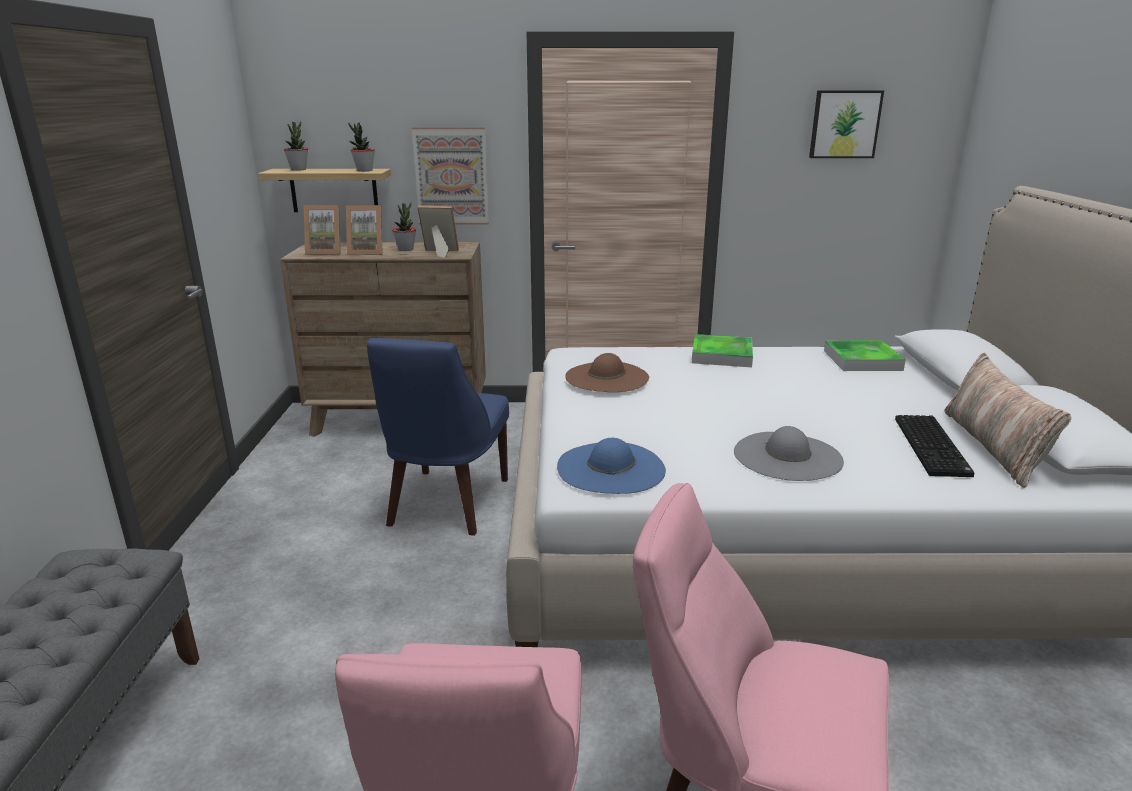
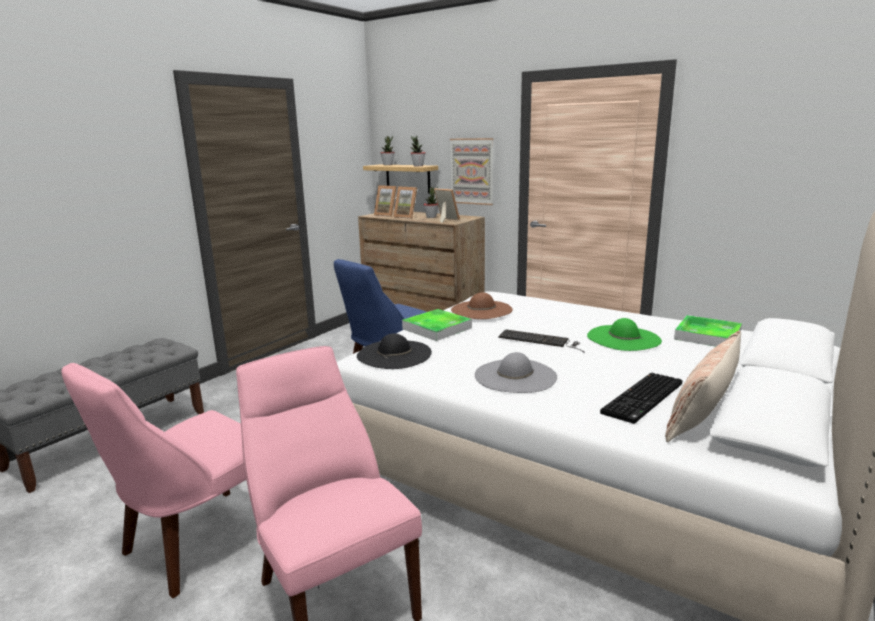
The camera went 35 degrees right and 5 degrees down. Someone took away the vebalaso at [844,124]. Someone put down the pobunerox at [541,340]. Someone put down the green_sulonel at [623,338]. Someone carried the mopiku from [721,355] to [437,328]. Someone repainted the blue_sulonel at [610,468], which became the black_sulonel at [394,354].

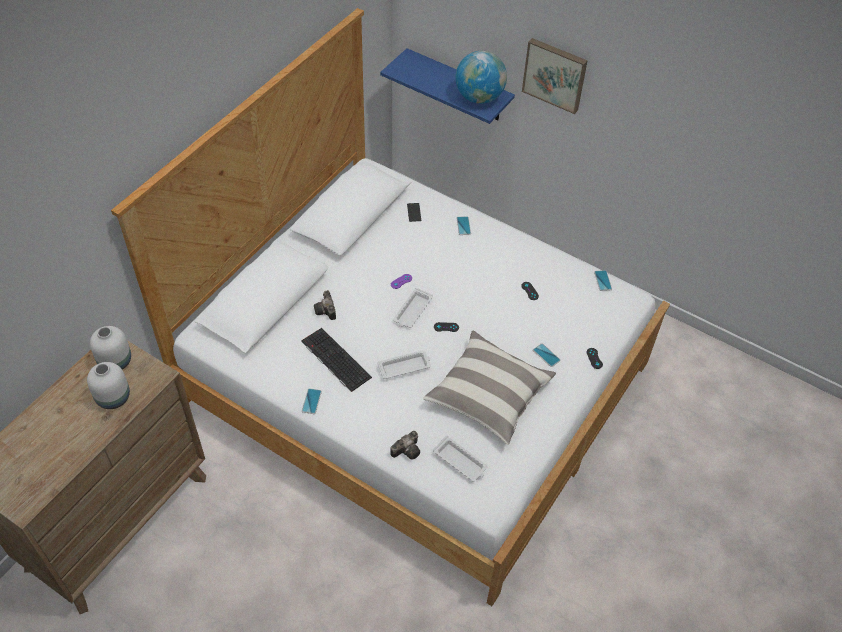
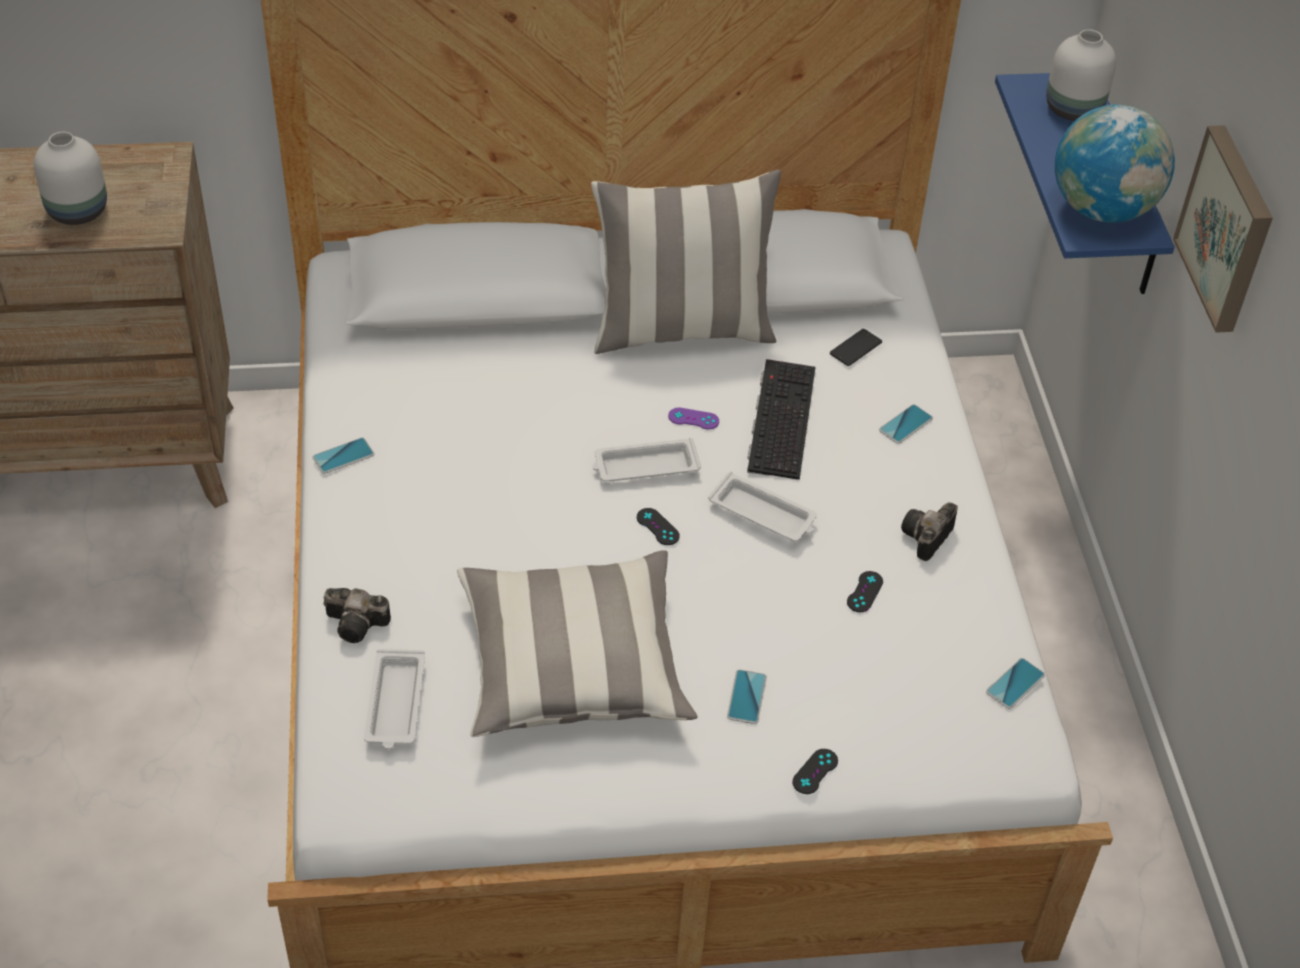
The camera went 50 degrees right and 5 degrees down. Someone put down the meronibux at [682,329]. Someone carried the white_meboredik from [116,361] to [1075,110]. Someone carried the pobunerox from [334,359] to [779,417]. Someone carried the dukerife from [326,311] to [926,539]. Someone carried the white_mopiku from [405,366] to [763,514].

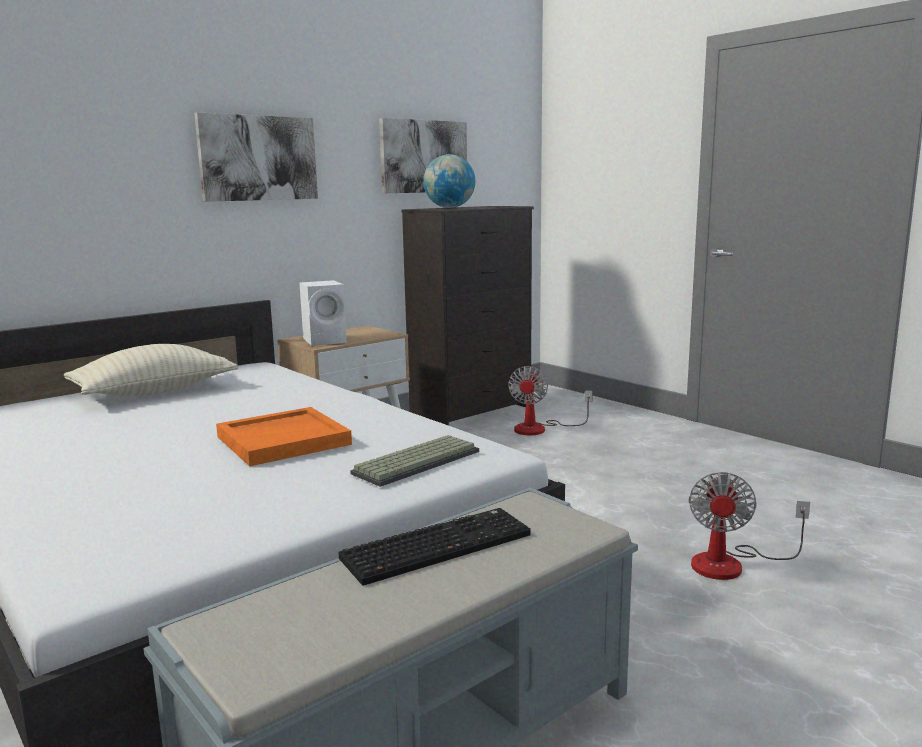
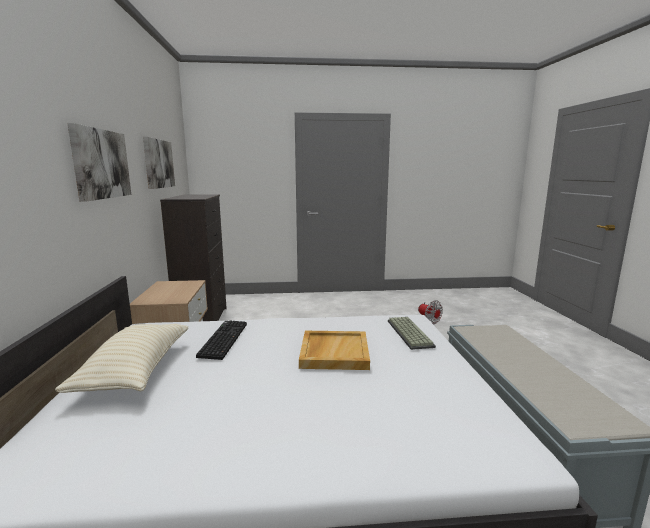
The camera went 55 degrees left and 0 degrees up. Someone took away the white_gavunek at [326,341]. Someone took away the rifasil at [449,208]. Someone took away the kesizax at [540,428]. Someone carried the pobunerox from [437,545] to [222,339]. Someone repainted the orange_mopiku at [284,440], which became the beige_mopiku at [334,352].

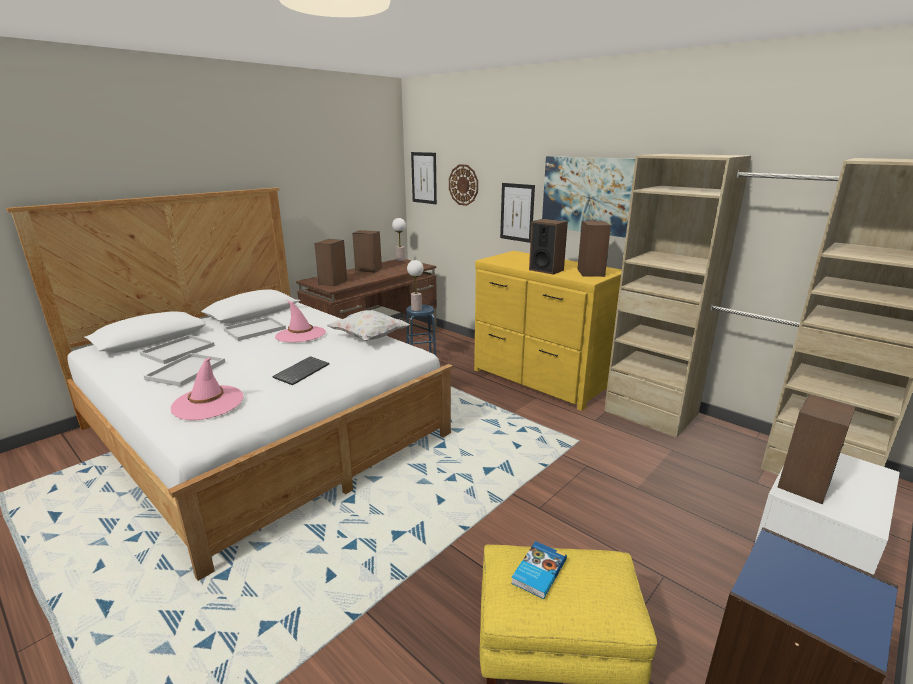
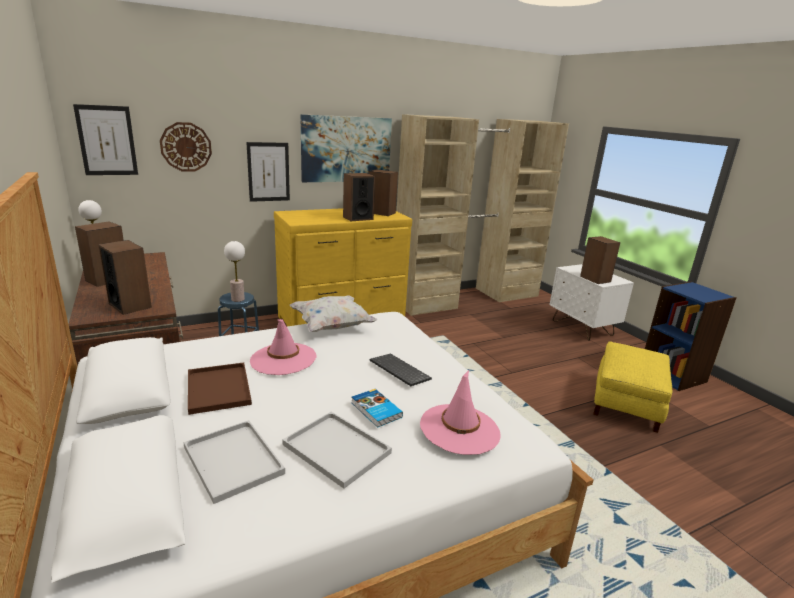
The camera went 70 degrees left and 0 degrees up. Someone carried the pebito from [538,571] to [375,410]. Someone repainted the white_mopiku at [254,330], which became the brown_mopiku at [219,389].

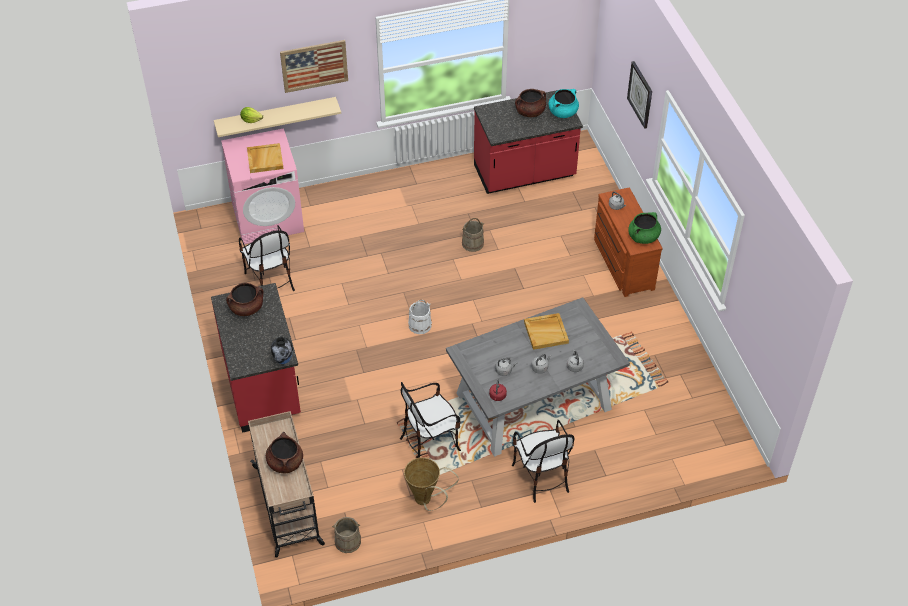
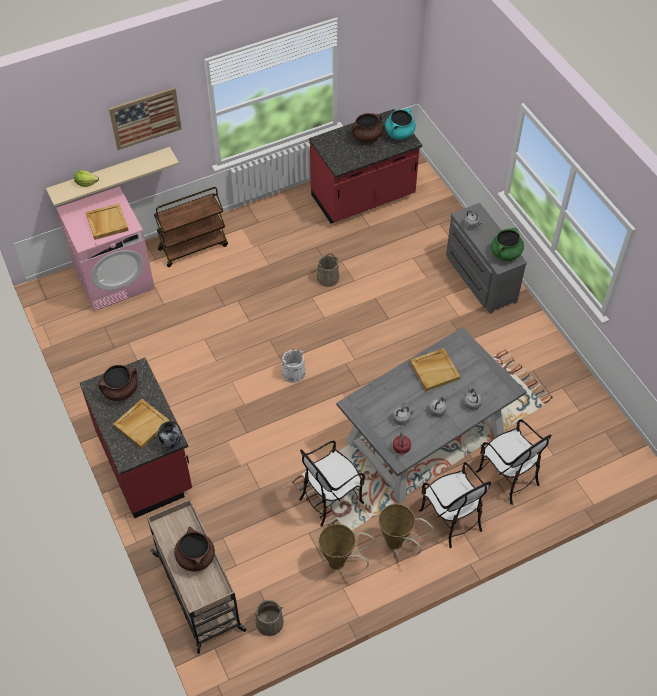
The camera went 10 degrees left and 5 degrees up. Someone took away the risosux at [640,94]. Someone put down the beige_mopiku at [142,424]. Someone put down the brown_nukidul at [193,247]. Someone put down the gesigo at [398,545]. Someone carried the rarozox from [270,280] to [507,476]. Someone repainted the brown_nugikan at [621,263], which became the grey_nugikan at [479,278].

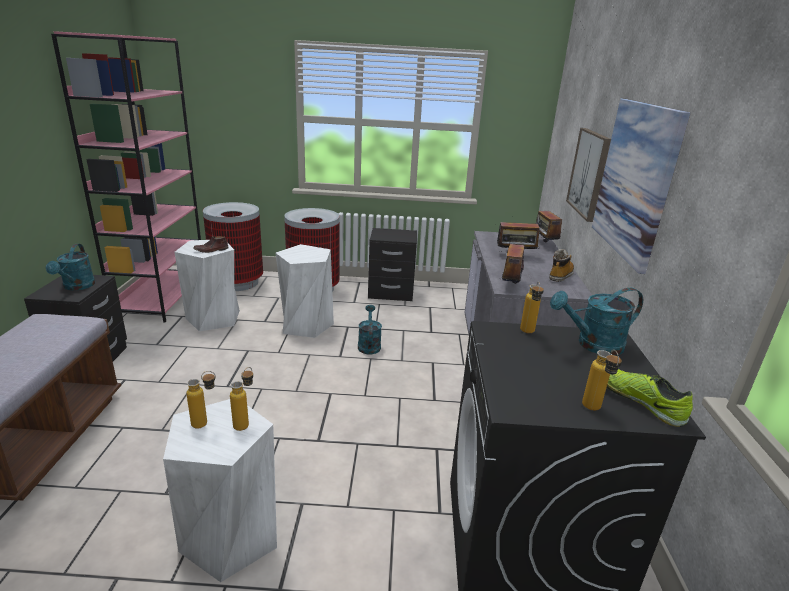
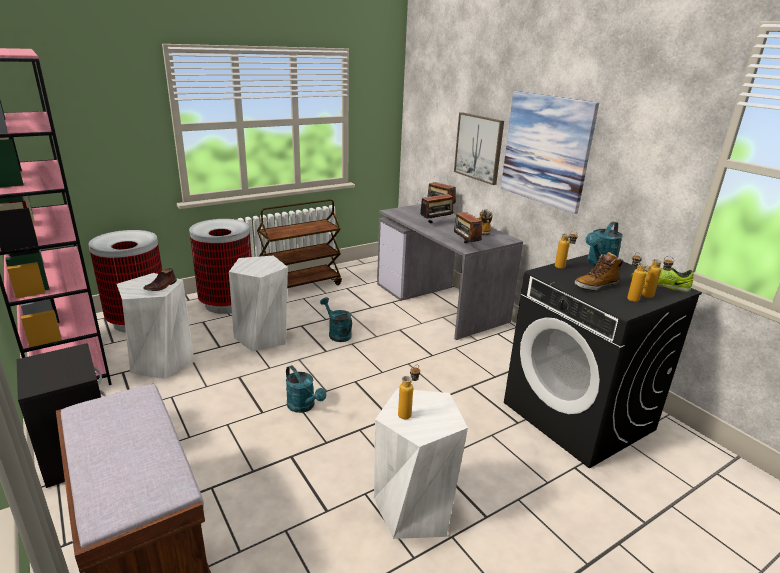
The camera went 35 degrees left and 0 degrees up. Someone put down the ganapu at [596,286]. Someone carried the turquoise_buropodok from [77,287] to [304,406]. Someone carried the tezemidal from [245,422] to [630,297]. Someone swapped the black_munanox at [390,292] for the brown_nukidul at [301,286].

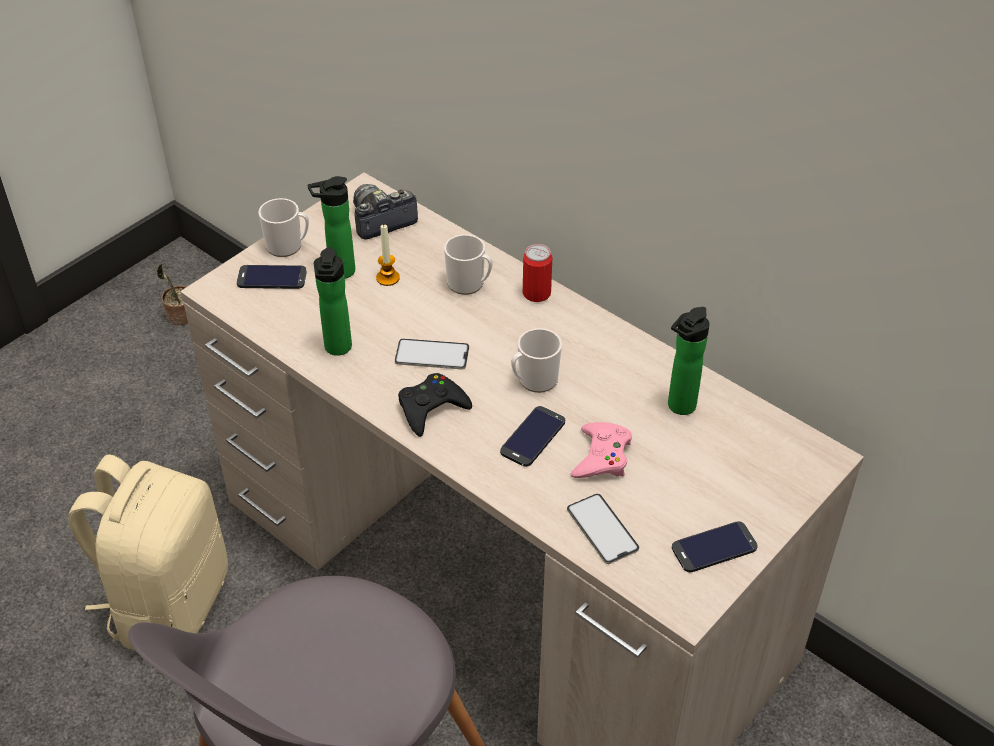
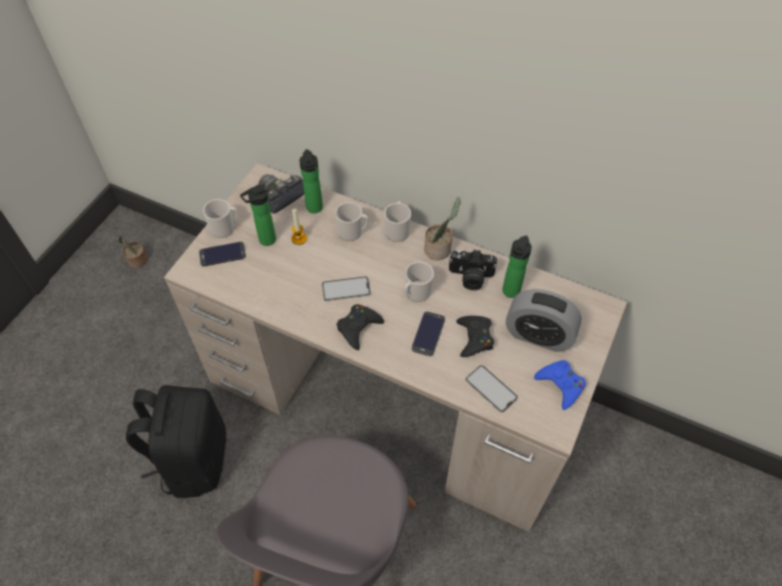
The camera went 15 degrees left and 10 degrees up. Someone put down the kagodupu at [439,249]. Someone put down the dukerife at [470,277]. Someone put down the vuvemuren at [538,335]. Someone carried the tezemidal from [337,349] to [315,209]. Someone swapped the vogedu at [536,293] for the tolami at [397,230]. Someone swapped the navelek at [714,547] for the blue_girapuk at [561,385]. Someone repainted the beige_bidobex at [168,602], which became the black_bidobex at [193,459]. Someone repainted the pink_girapuk at [601,456], which became the black_girapuk at [474,338].

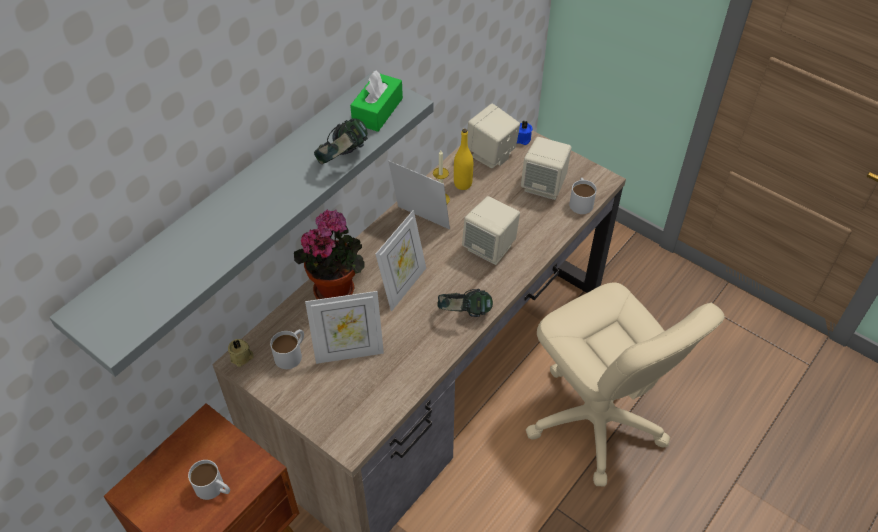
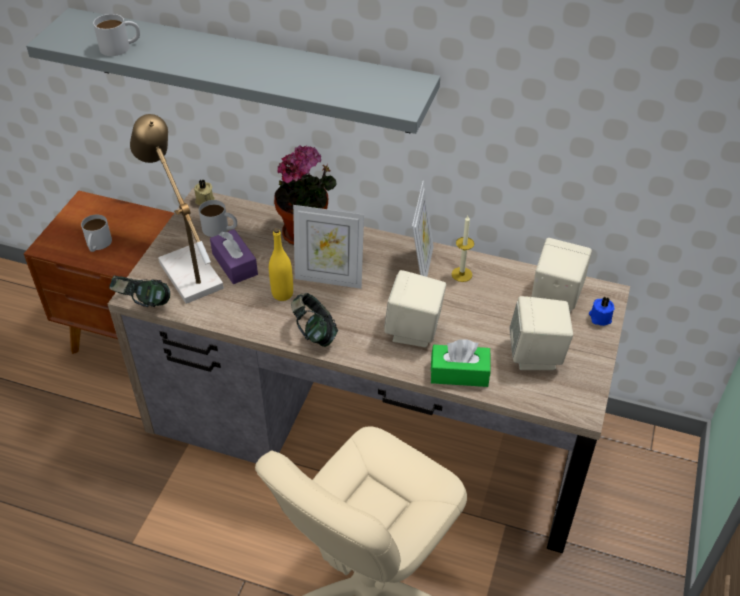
The camera went 70 degrees right and 5 degrees down. Someone put down the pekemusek at [185,270]. Someone carried the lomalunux from [343,158] to [142,303]. Someone carried the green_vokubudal from [377,111] to [459,373]. Someone carried the yellow_tezemidal from [463,184] to [282,294]. Someone carried the white_tolami from [580,201] to [121,47]. Someone swapped the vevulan at [349,352] for the purple_vokubudal at [235,264].

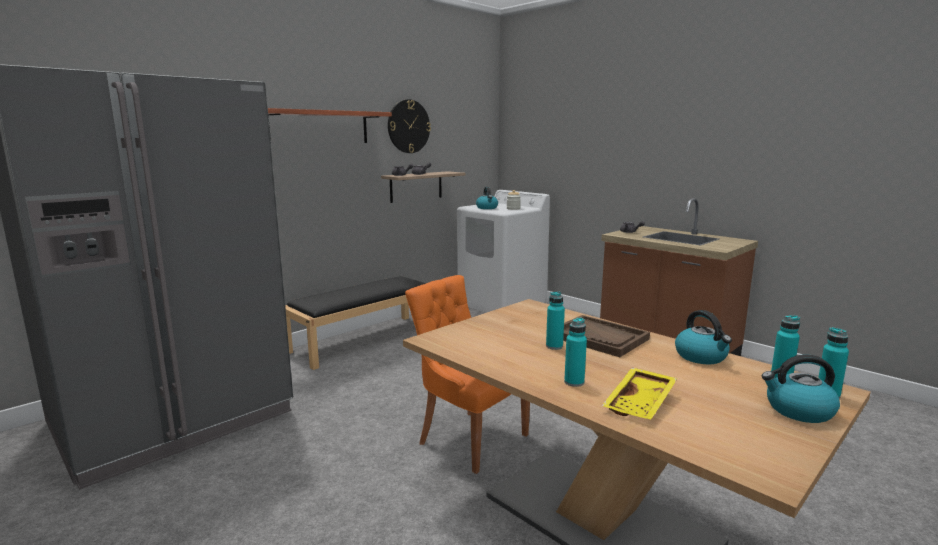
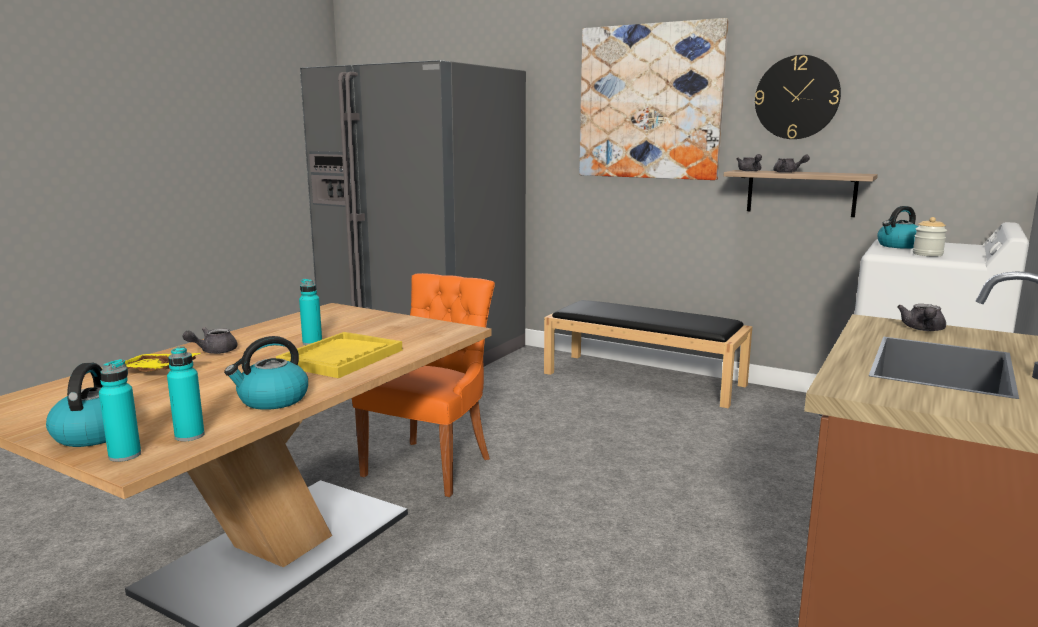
The camera went 75 degrees right and 0 degrees up. Someone swapped the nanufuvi at [319,127] for the vebalaso at [649,102]. Someone swapped the turquoise_tezemidal at [574,382] for the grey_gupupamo at [213,351]. Someone repainted the brown_mopiku at [599,338], which became the yellow_mopiku at [341,358].

